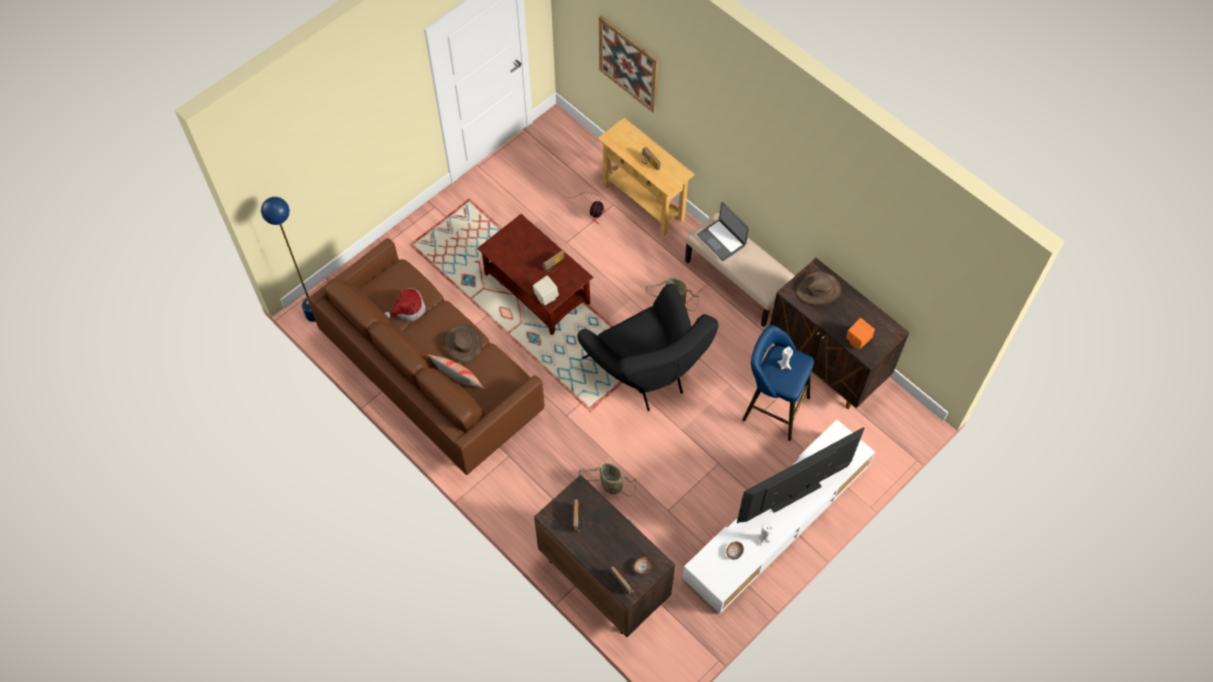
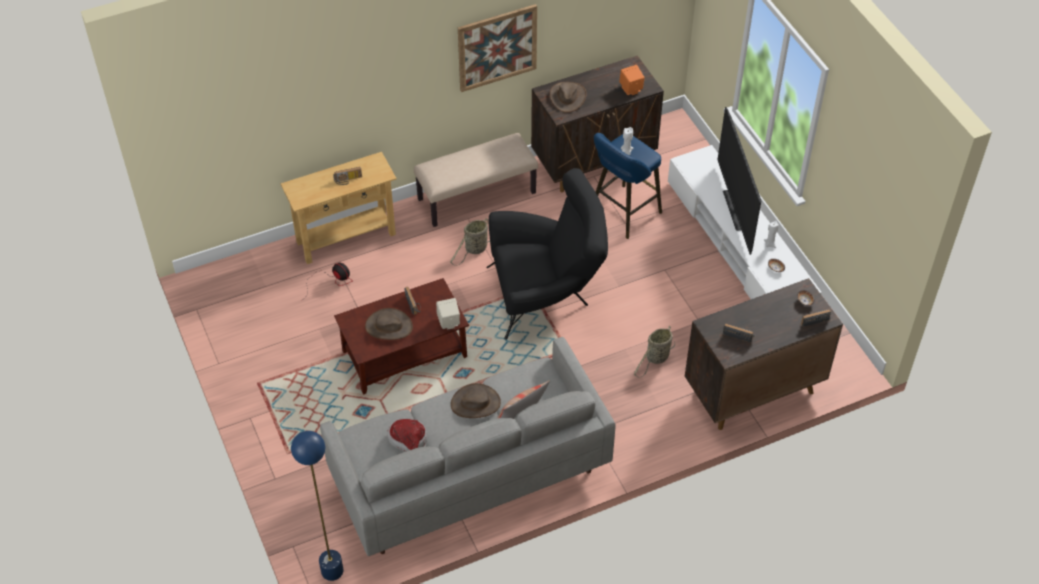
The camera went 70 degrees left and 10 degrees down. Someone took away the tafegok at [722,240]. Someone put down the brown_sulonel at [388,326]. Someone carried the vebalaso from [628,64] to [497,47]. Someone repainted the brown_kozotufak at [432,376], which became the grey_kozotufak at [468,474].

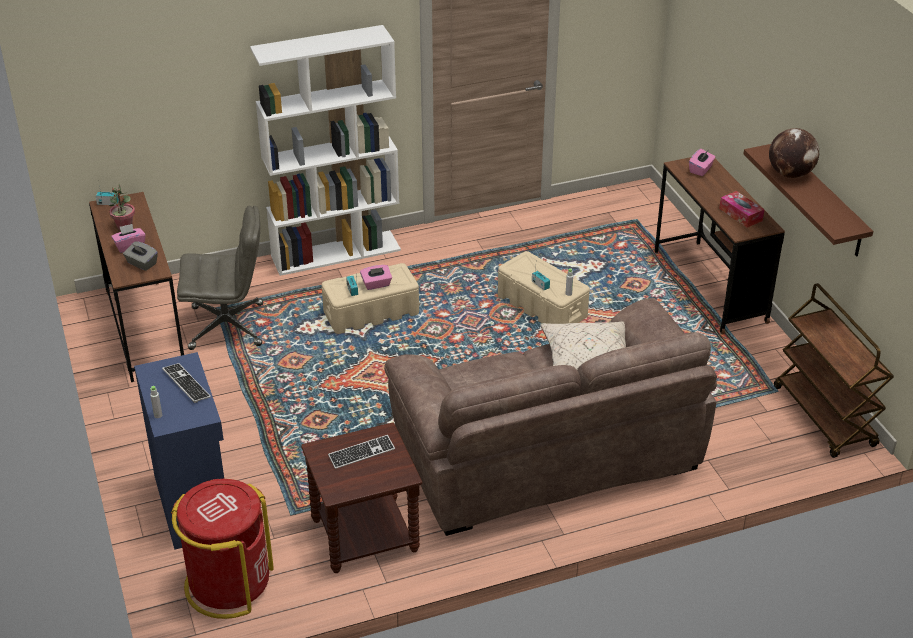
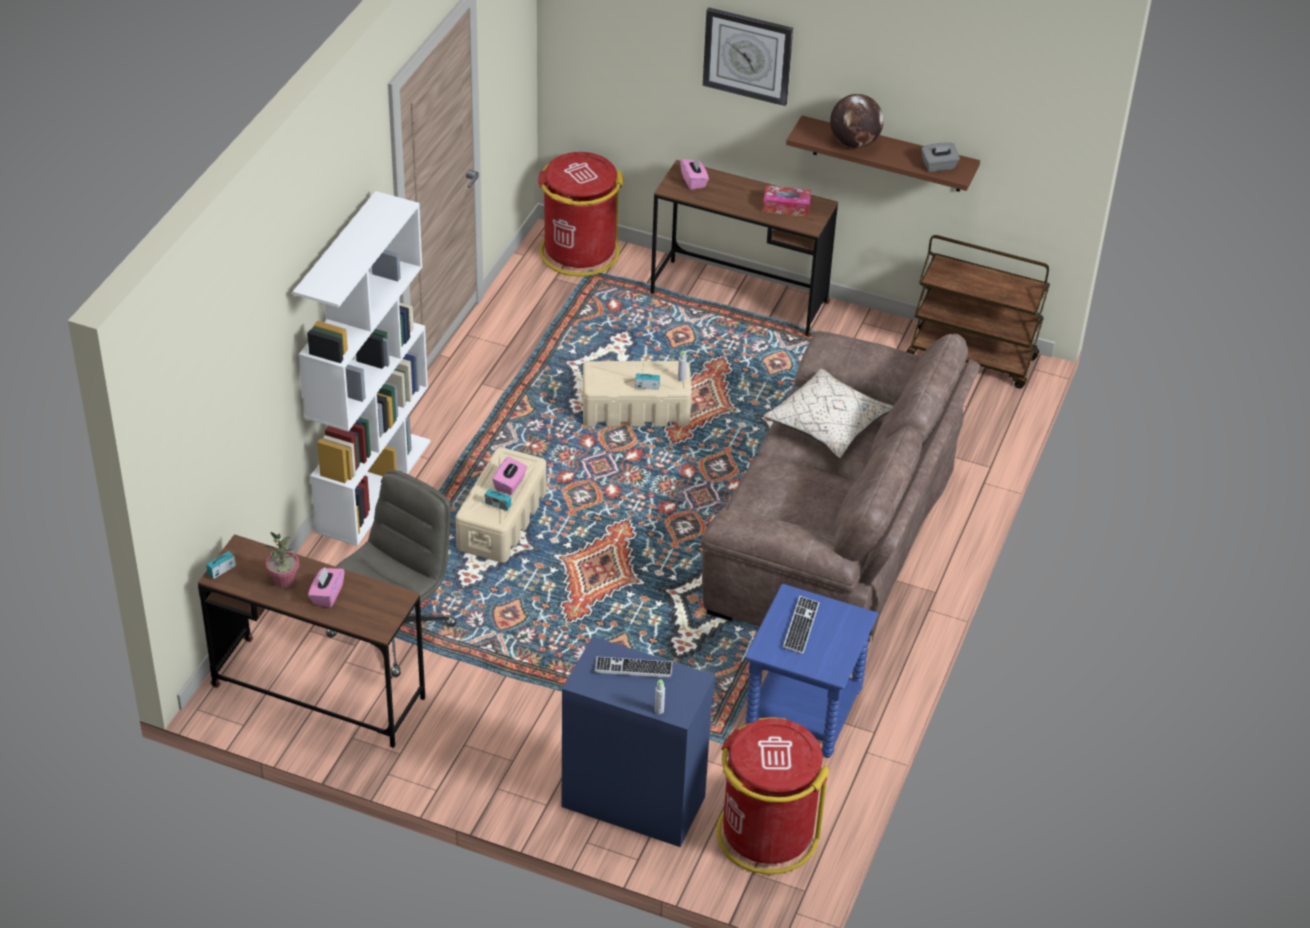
The camera went 50 degrees left and 5 degrees up. Someone put down the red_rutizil at [579,252]. Someone put up the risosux at [748,55]. Someone carried the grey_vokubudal from [141,264] to [939,166]. Someone repainted the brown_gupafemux at [364,536], which became the blue_gupafemux at [804,712].

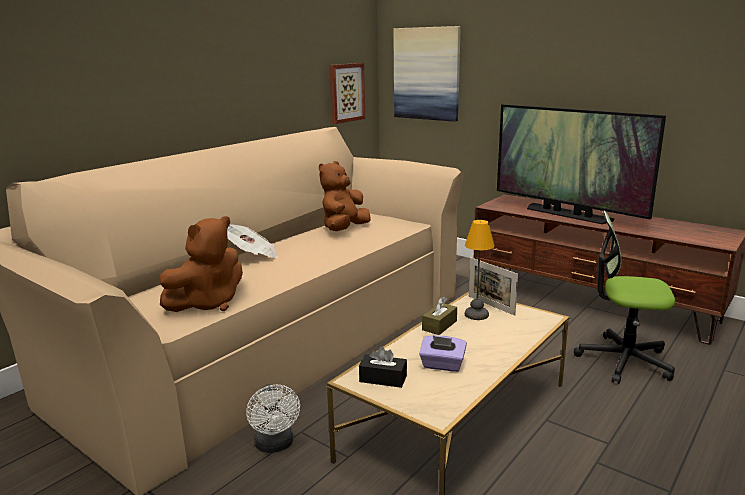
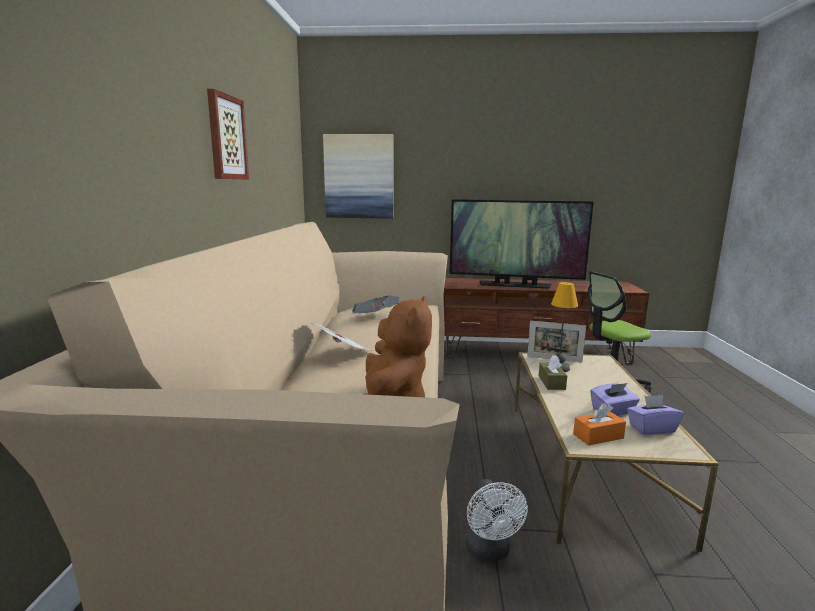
The camera went 35 degrees left and 5 degrees down. Someone put down the purple_vokubudal at [651,428]. Someone carried the vebalaso from [346,92] to [226,138]. Someone swapped the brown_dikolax at [344,229] for the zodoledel at [375,318]. Someone repainted the black_vokubudal at [383,378], which became the orange_vokubudal at [598,436]. Someone rotated the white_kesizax at [275,445] by 45 degrees clockwise.

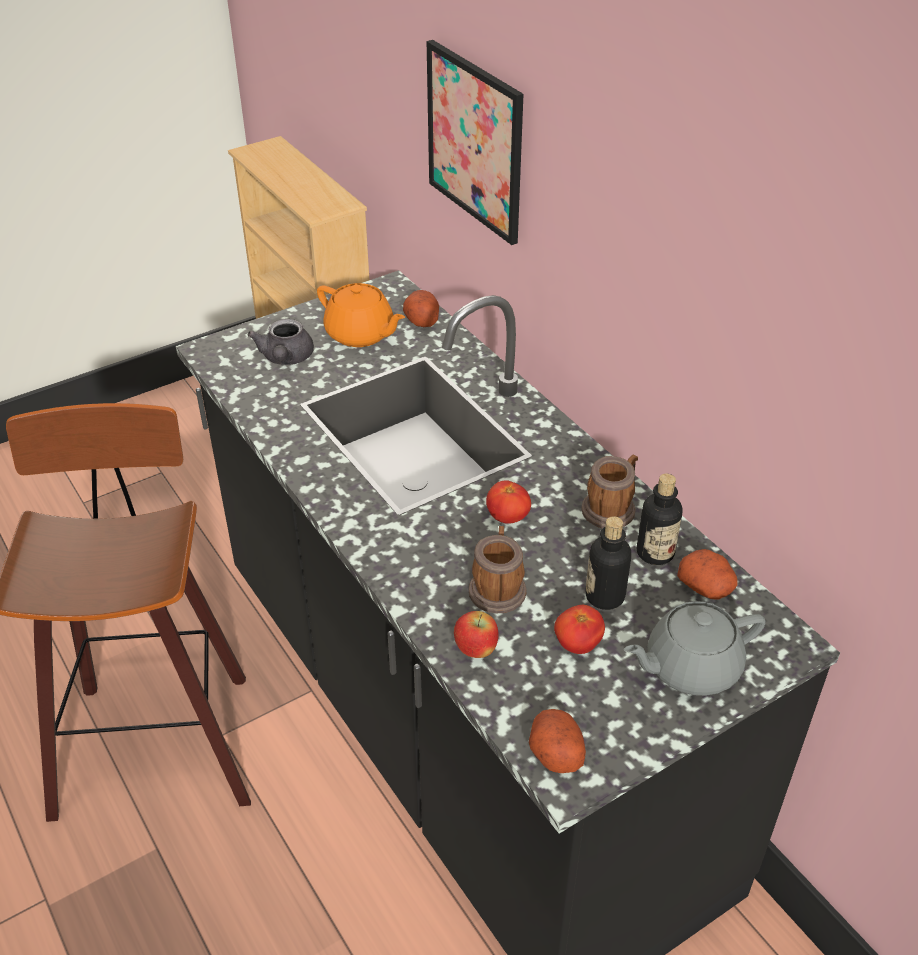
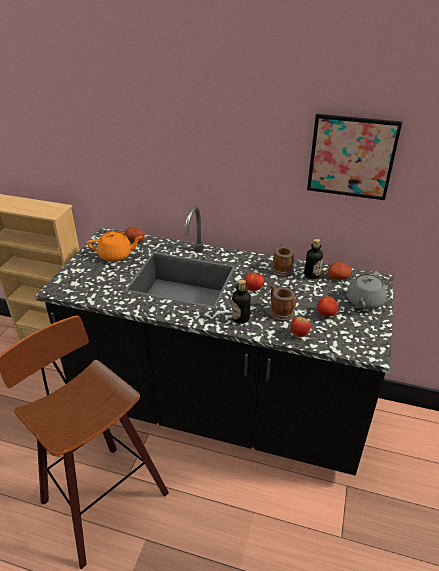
The camera went 40 degrees left and 5 degrees down. Someone took away the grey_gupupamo at [286,359]. Someone took away the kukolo at [555,752]. Someone carried the vebalaso from [475,141] to [351,157]. Someone carried the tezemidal from [605,596] to [240,318].

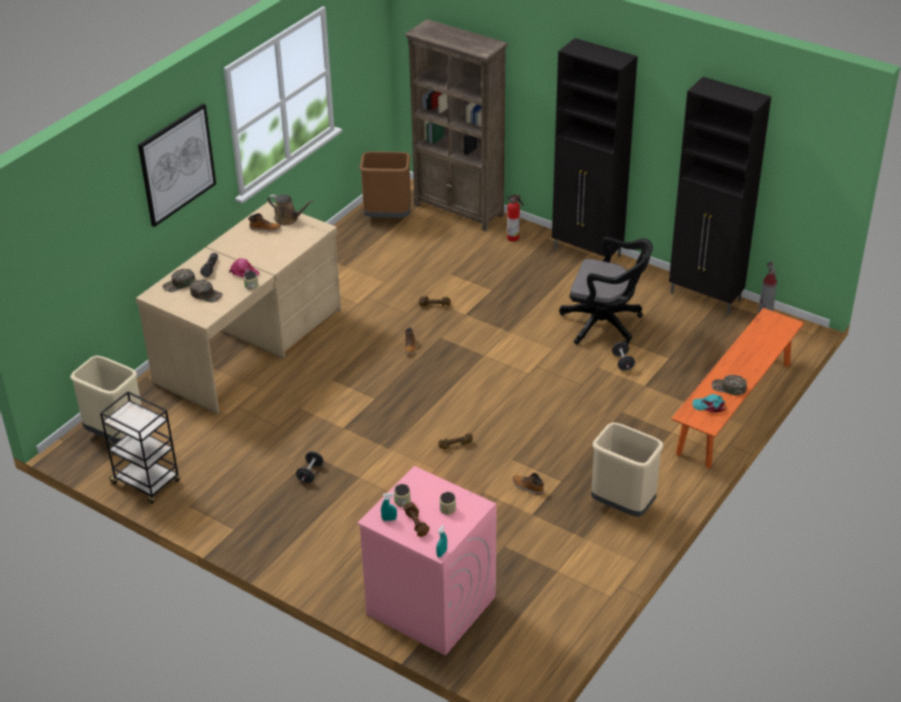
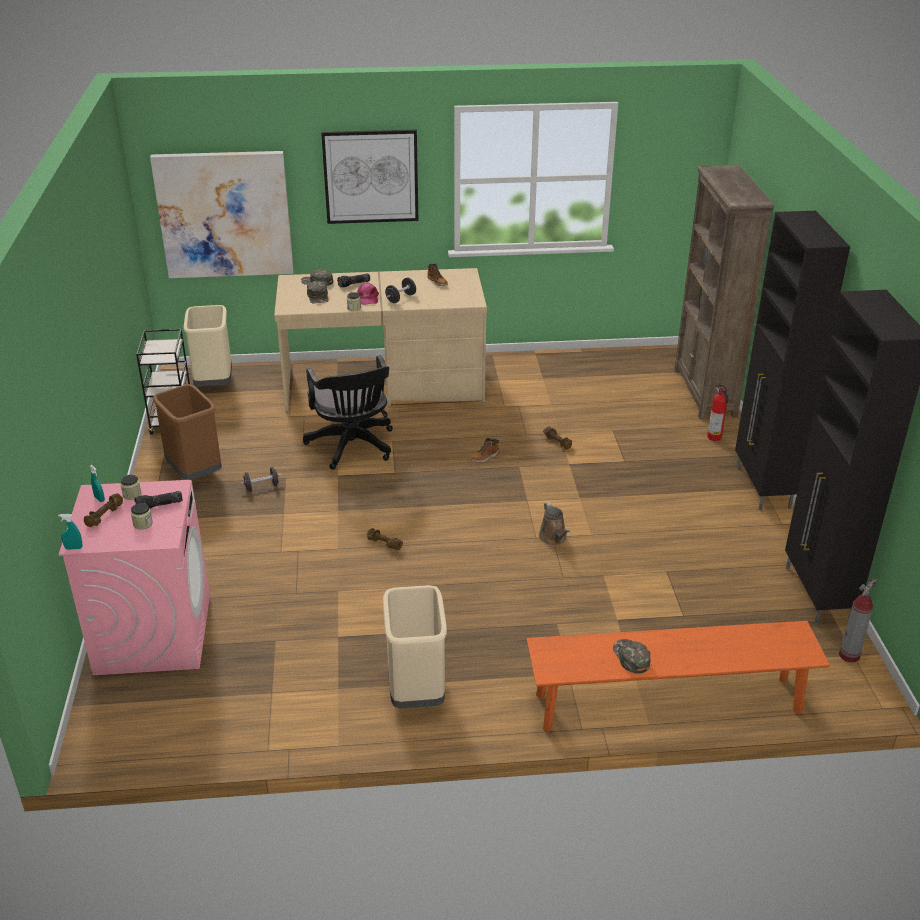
The camera went 50 degrees right and 5 degrees down. Someone took away the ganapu at [527,487]. Someone took away the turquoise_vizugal at [709,406]. Someone put down the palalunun at [159,506]. Someone put up the vebalaso at [224,214]. Someone carried the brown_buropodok from [288,219] to [553,538]. Someone carried the brown_rutizil from [387,217] to [194,472]. Someone carried the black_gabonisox from [605,324] to [353,447]. Someone carried the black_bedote from [622,362] to [401,298].

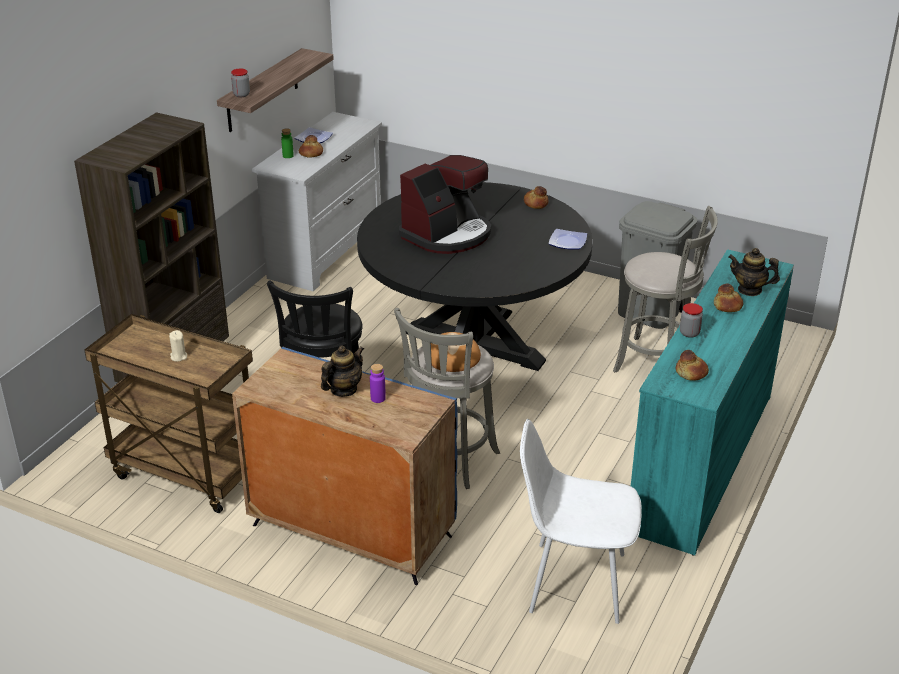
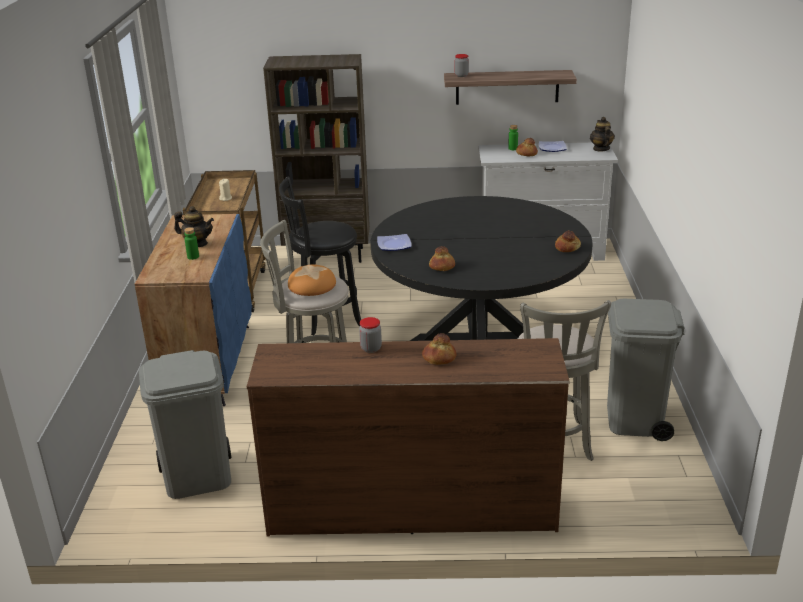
The camera went 65 degrees right and 5 degrees down. Someone took away the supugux at [447,234]. Someone carried the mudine from [568,242] to [393,245]. Someone carried the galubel from [691,373] to [442,267]. Someone carried the gupupamo from [750,290] to [601,149]. Someone swapped the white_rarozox at [573,582] for the grey_rutizil at [198,477]. Someone repainted the purple_tezemidal at [378,398], which became the green_tezemidal at [193,257]. Someone repainted the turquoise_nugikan at [700,461], which became the brown_nugikan at [411,509].

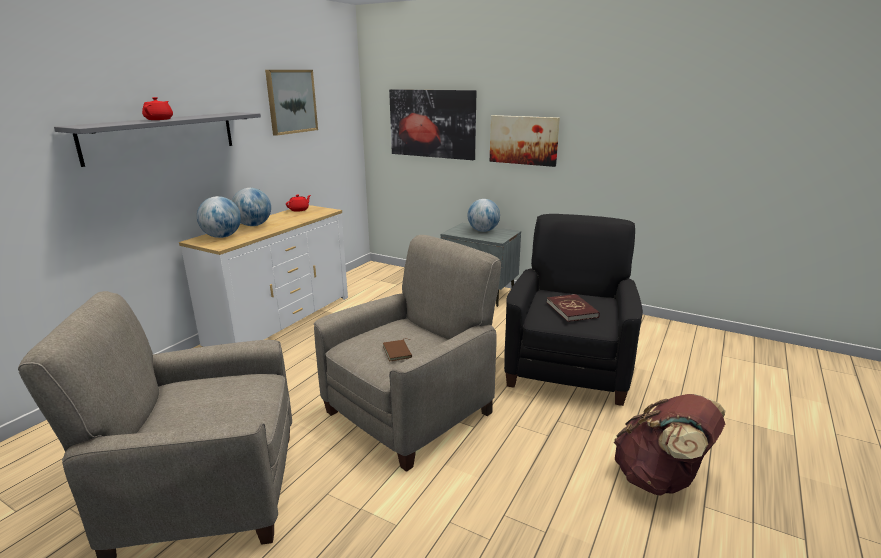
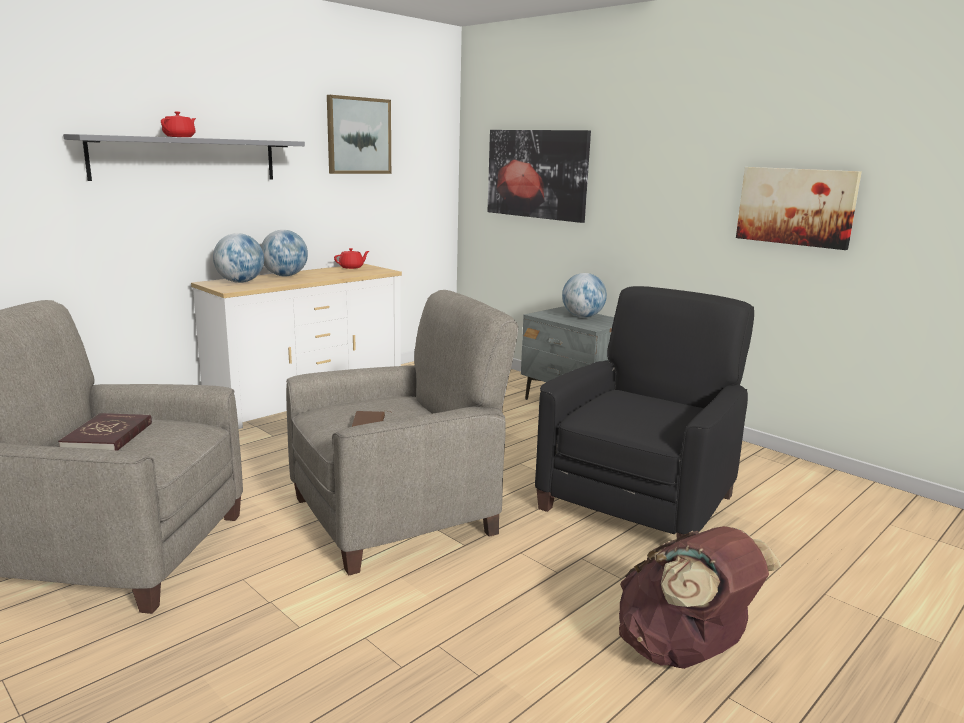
The camera went 15 degrees right and 5 degrees down. Someone carried the vebalaso from [523,140] to [796,206]. Someone carried the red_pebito from [572,310] to [108,436].

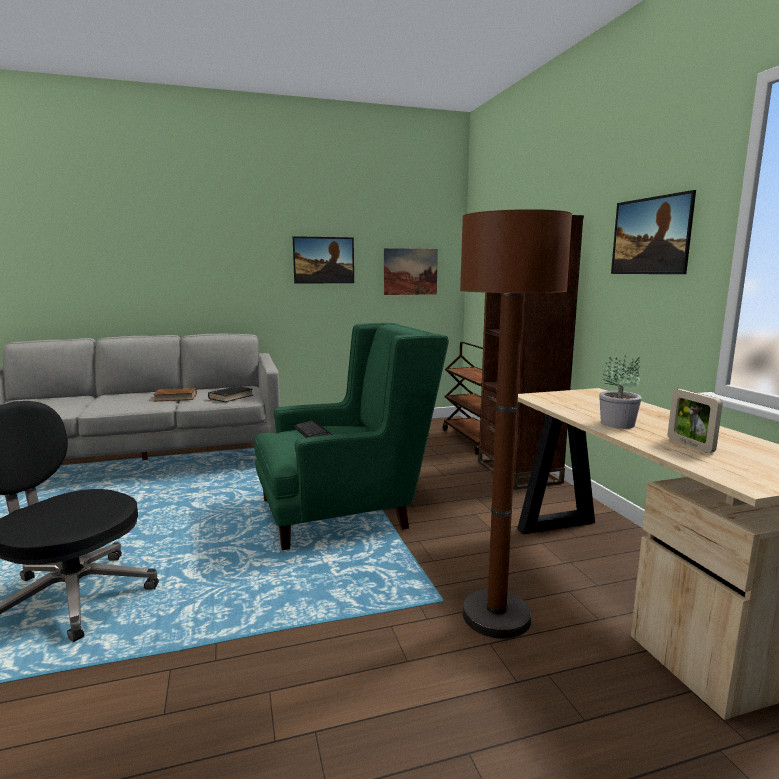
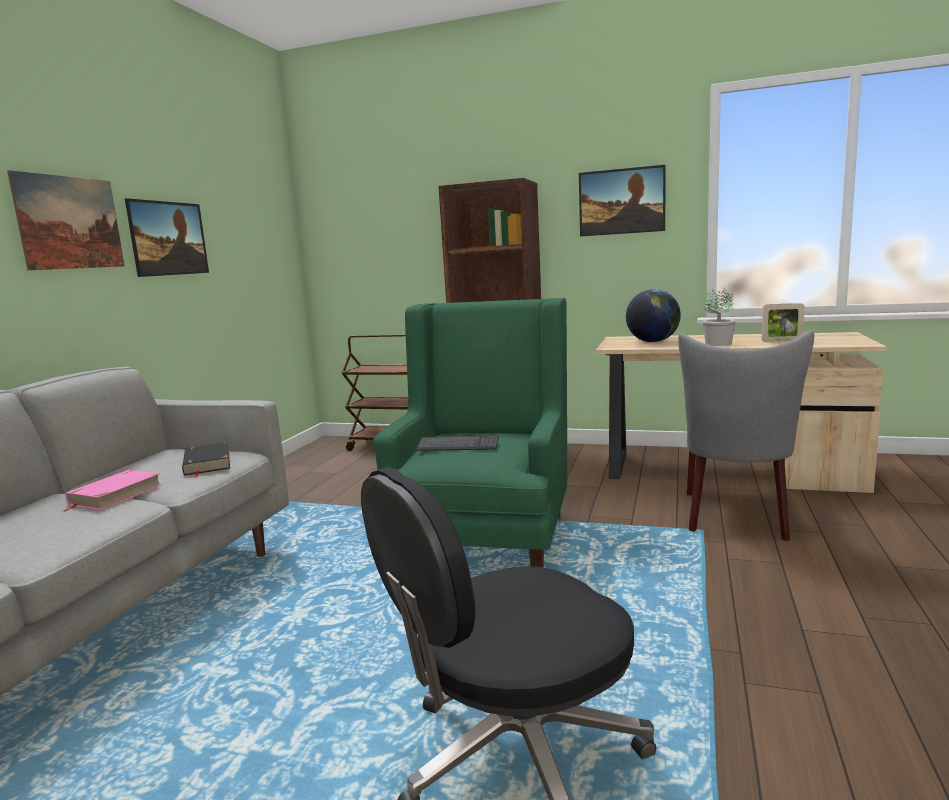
The camera went 55 degrees left and 0 degrees up. Someone put down the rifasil at [653,342]. Someone carried the vebalaso from [410,271] to [70,223]. Someone swapped the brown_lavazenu at [496,616] for the grey_rarozox at [736,518]. Someone repainted the brown_pebito at [175,397], which became the pink_pebito at [115,495].

